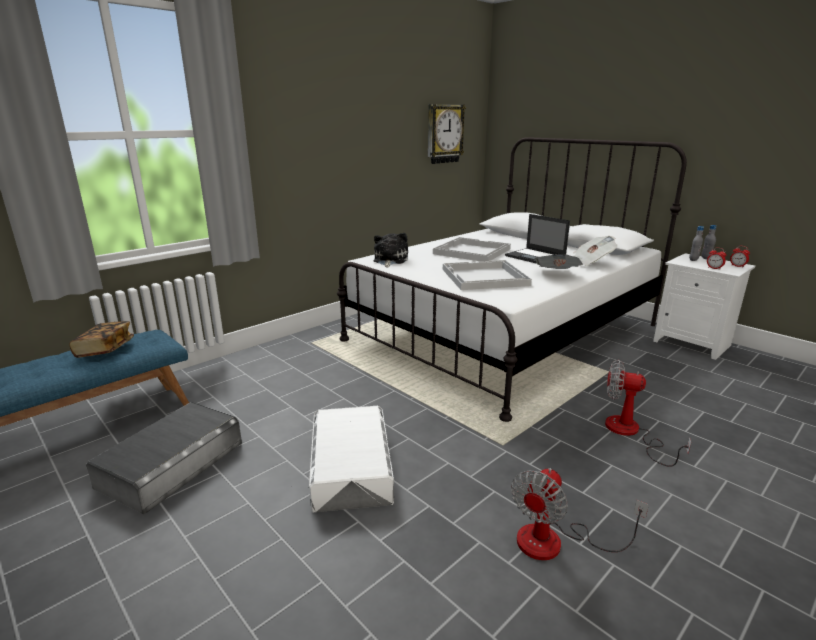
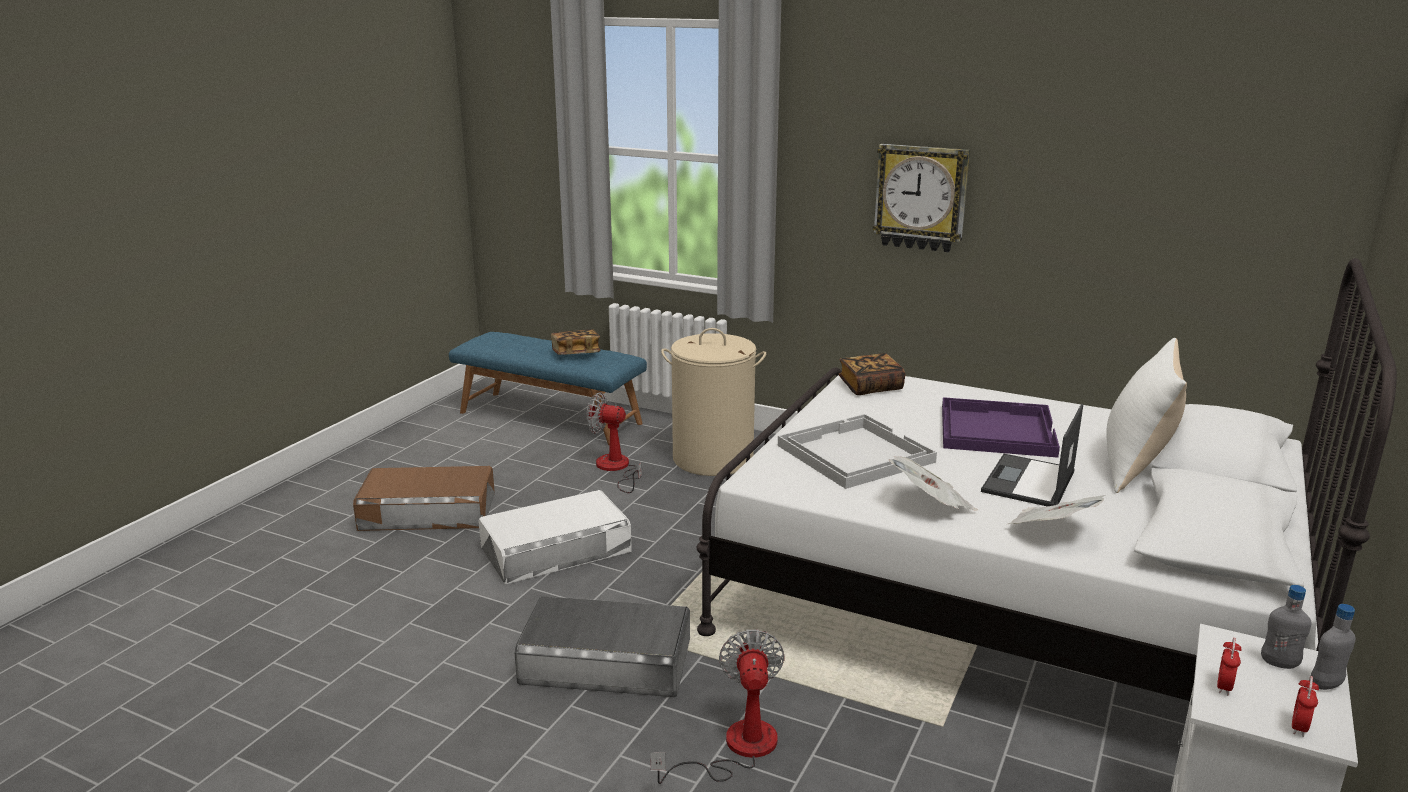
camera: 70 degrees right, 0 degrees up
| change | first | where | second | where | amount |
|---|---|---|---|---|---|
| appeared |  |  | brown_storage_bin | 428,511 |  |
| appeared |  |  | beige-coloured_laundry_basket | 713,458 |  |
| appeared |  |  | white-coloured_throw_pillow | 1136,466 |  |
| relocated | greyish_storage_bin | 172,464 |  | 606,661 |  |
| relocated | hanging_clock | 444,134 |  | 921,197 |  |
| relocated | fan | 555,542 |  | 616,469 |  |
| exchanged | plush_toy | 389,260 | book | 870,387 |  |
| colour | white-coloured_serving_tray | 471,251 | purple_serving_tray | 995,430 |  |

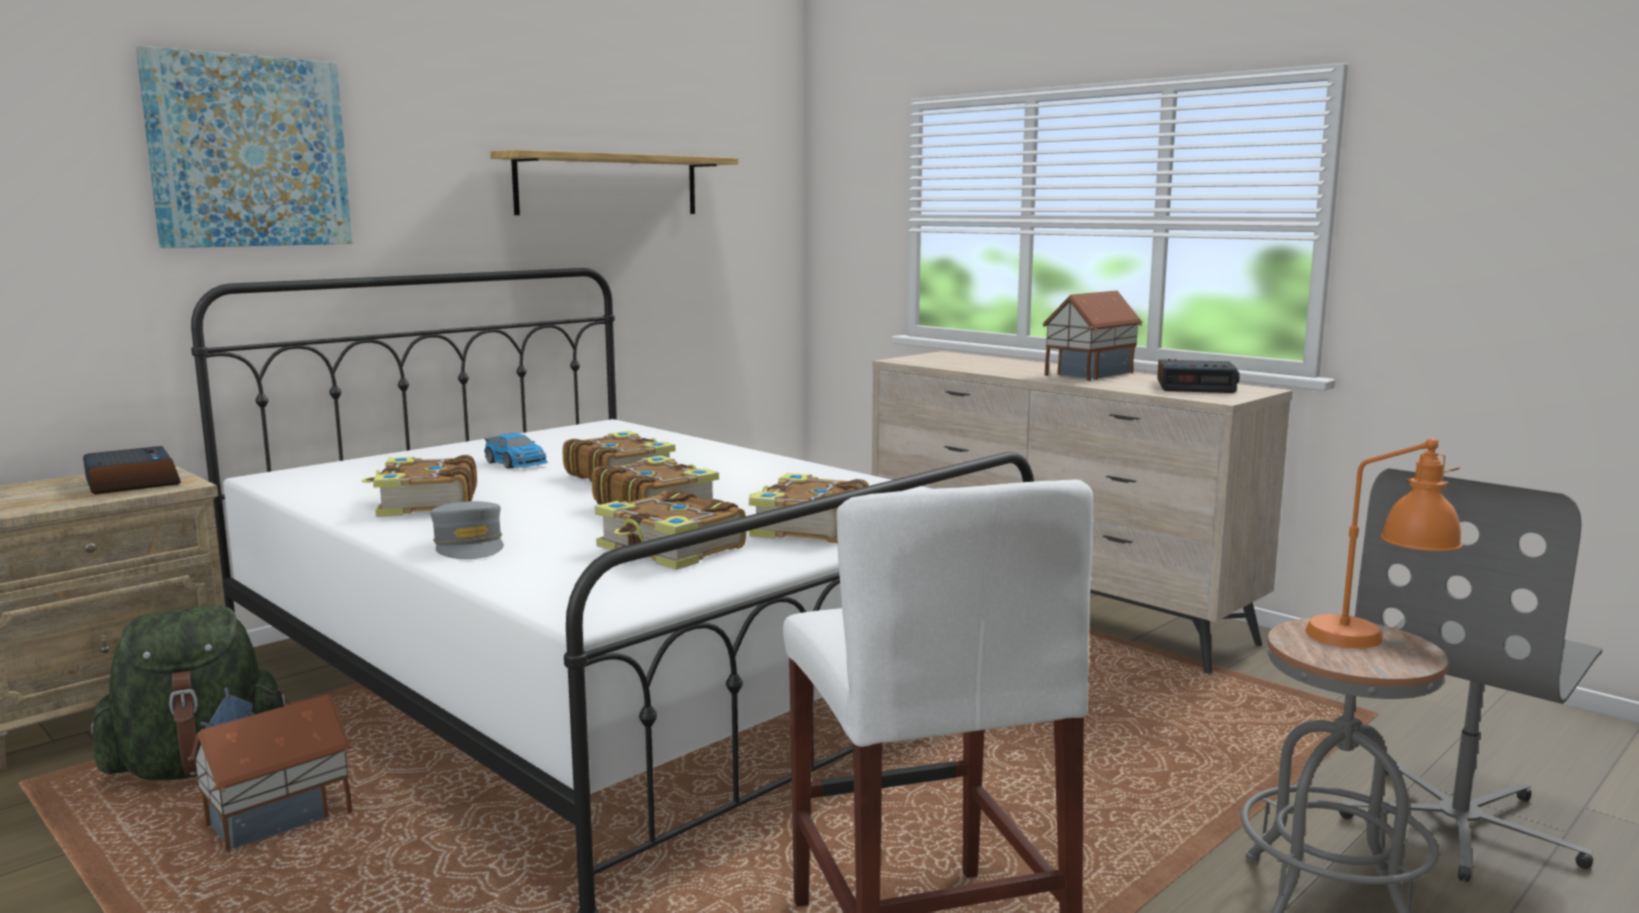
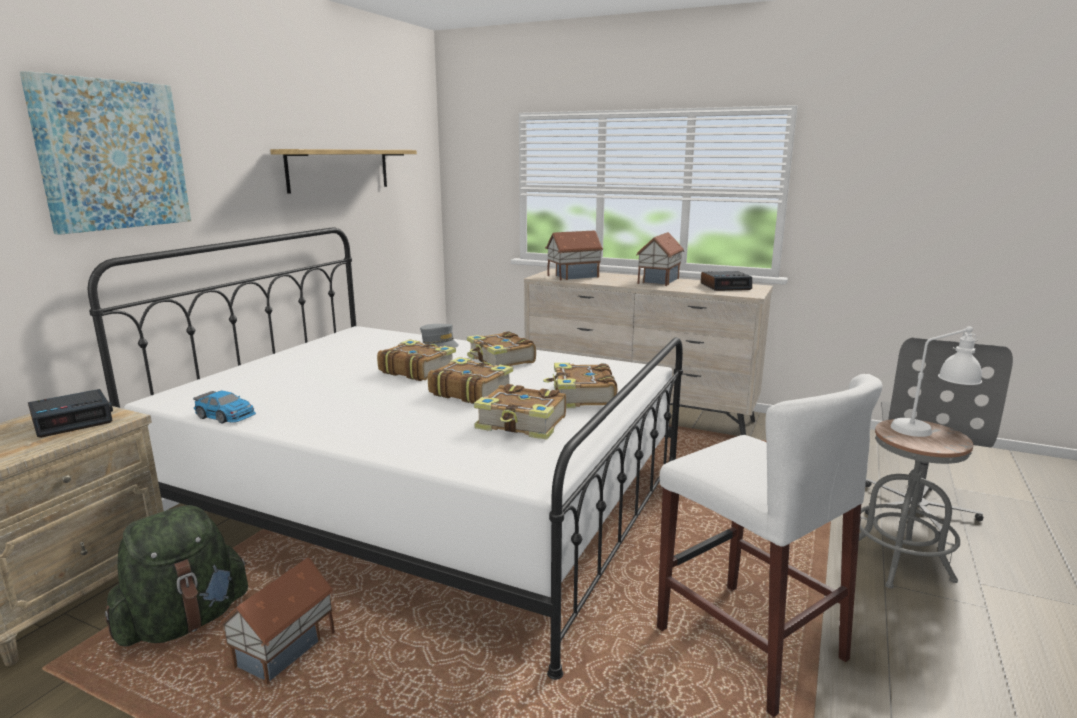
camera: 20 degrees left, 5 degrees up
| change | first | where | second | where | amount |
|---|---|---|---|---|---|
| appeared |  |  | toy_house | 572,276 |  |
| relocated | book | 425,504 |  | 500,361 |  |
| relocated | greyish_baseball_cap | 469,546 |  | 440,343 |  |
| relocated | model_car | 516,463 |  | 225,416 |  |
| colour | orangey_tabletop_lamp | 1376,643 | white-coloured_tabletop_lamp | 929,432 |  |
| spun | alarm_clock | 131,482 |  | 73,421 | 105 degrees clockwise |

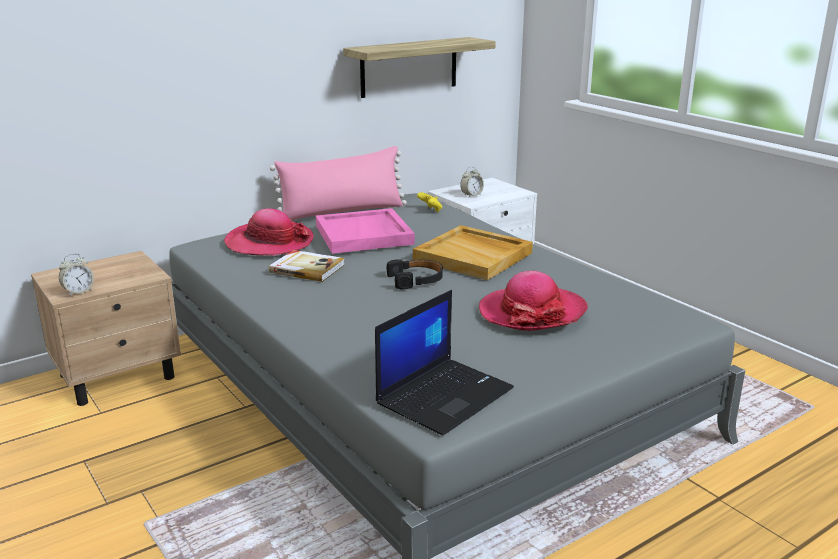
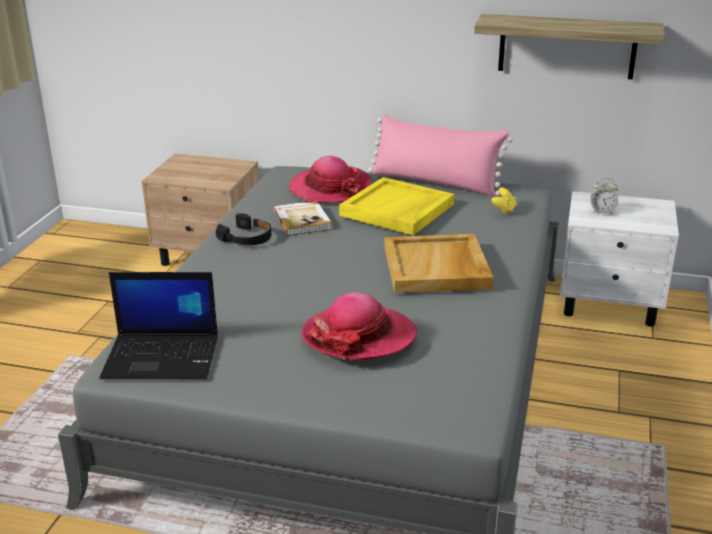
camera: 50 degrees right, 5 degrees up
| change | first | where | second | where | amount |
|---|---|---|---|---|---|
| missing | alarm_clock | 78,292 |  |  |  |
| relocated | black_headphones | 416,280 |  | 247,238 |  |
| colour | pinkish_serving_tray | 364,235 | yellow-coloured_serving_tray | 397,210 |  |

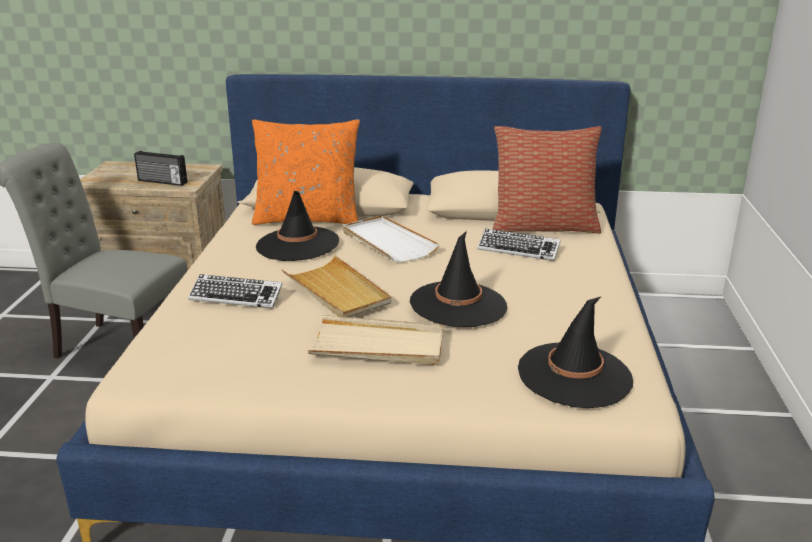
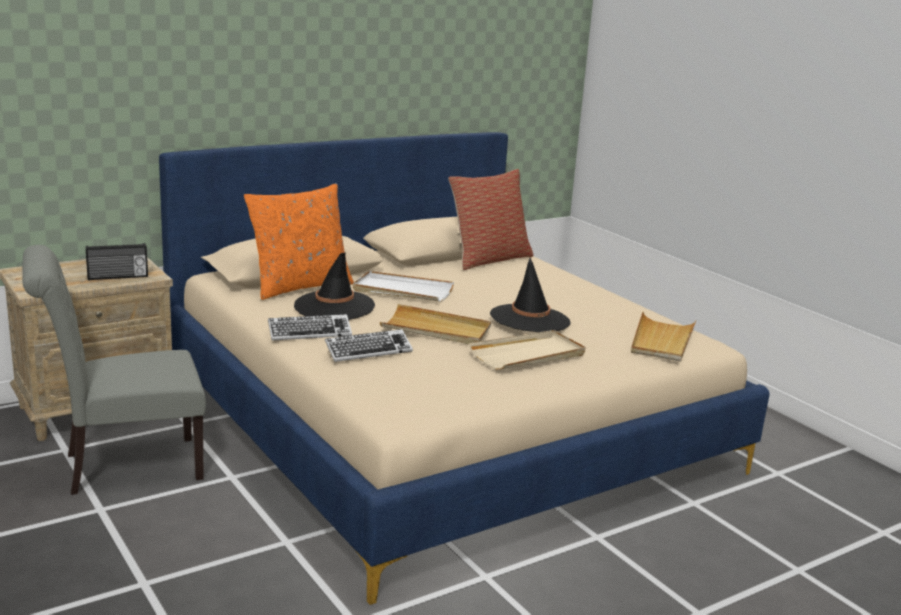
camera: 40 degrees left, 5 degrees down
| change | first | where | second | where | amount |
|---|---|---|---|---|---|
| relocated | PC_keyboard | 518,249 |  | 309,332 |  |
| exchanged | black_hat | 574,375 | beige-coloured_serving_tray | 661,340 |  |

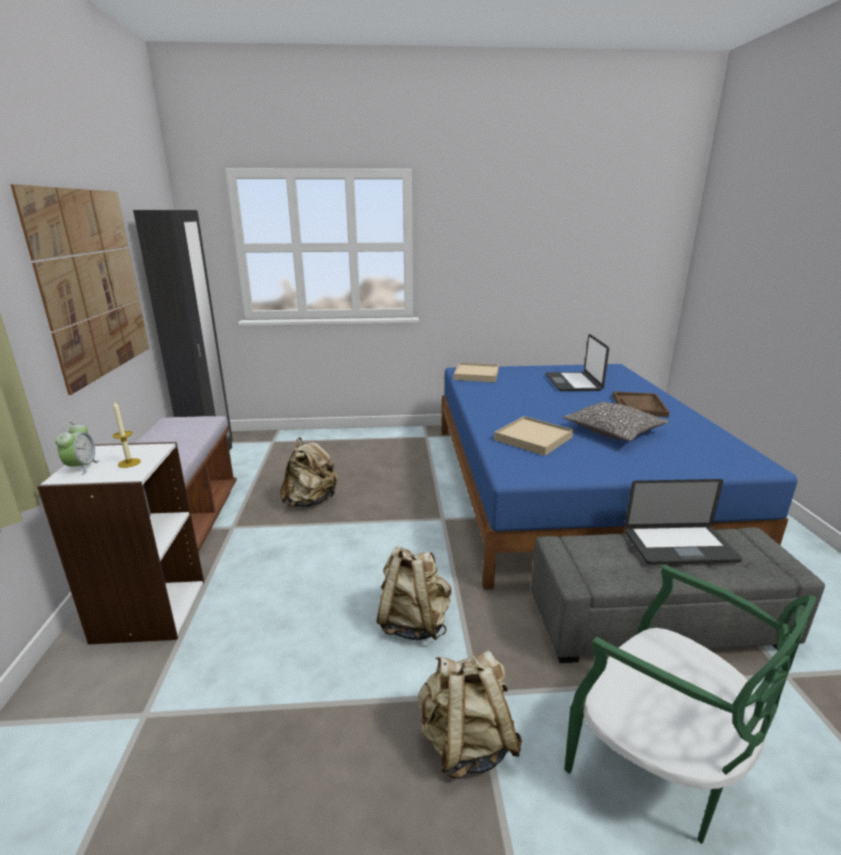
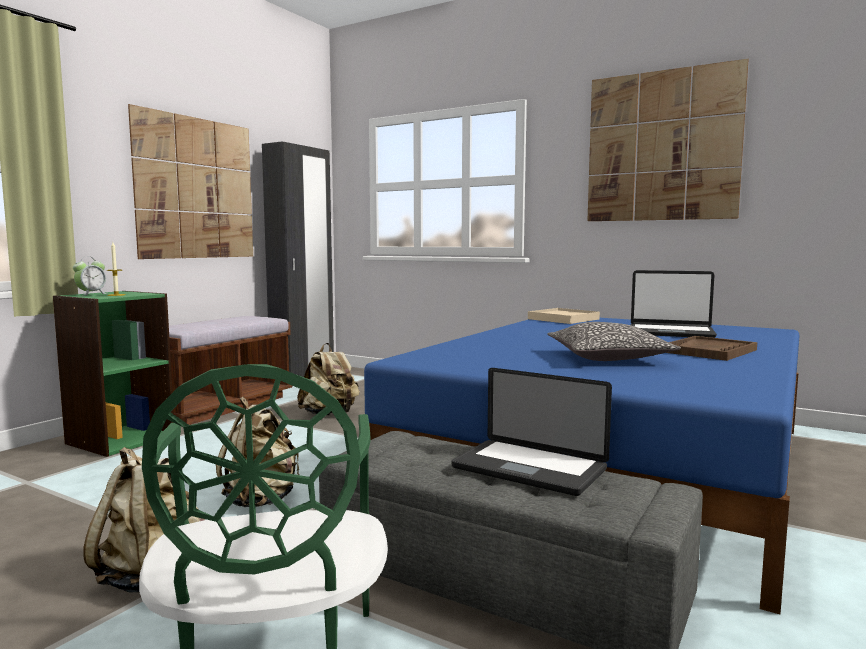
camera: 35 degrees right, 15 degrees down
| change | first | where | second | where | amount |
|---|---|---|---|---|---|
| missing | beige-coloured_serving_tray | 533,438 |  |  |  |
| appeared |  |  | picture | 662,146 |  |
| colour | white-coloured_bookcase | 149,610 | green_bookcase | 120,439 |  |
| spun | portable_computer | 574,383 |  | 670,332 | 105 degrees counterclockwise |

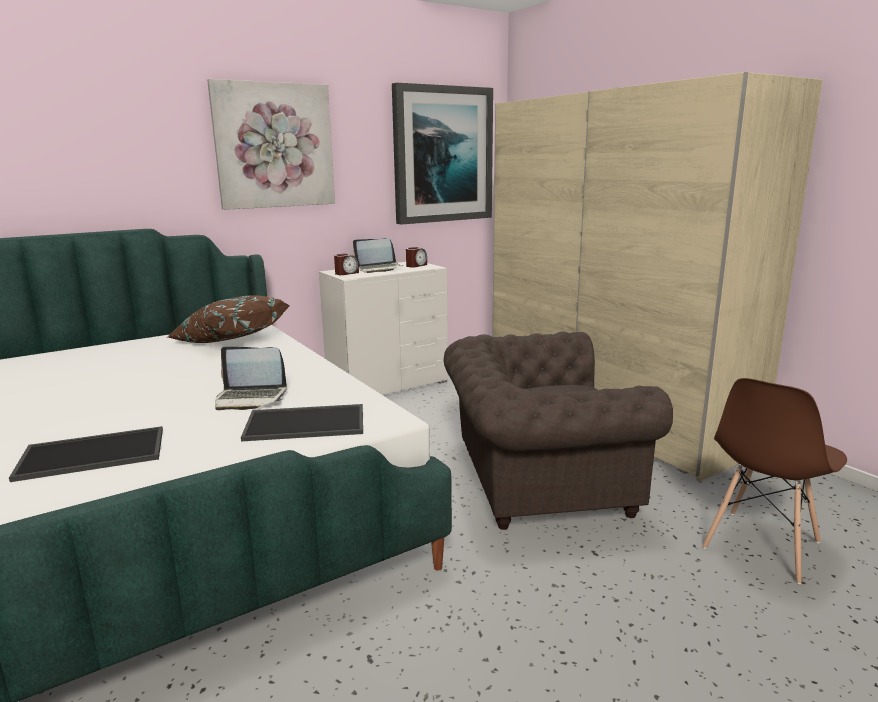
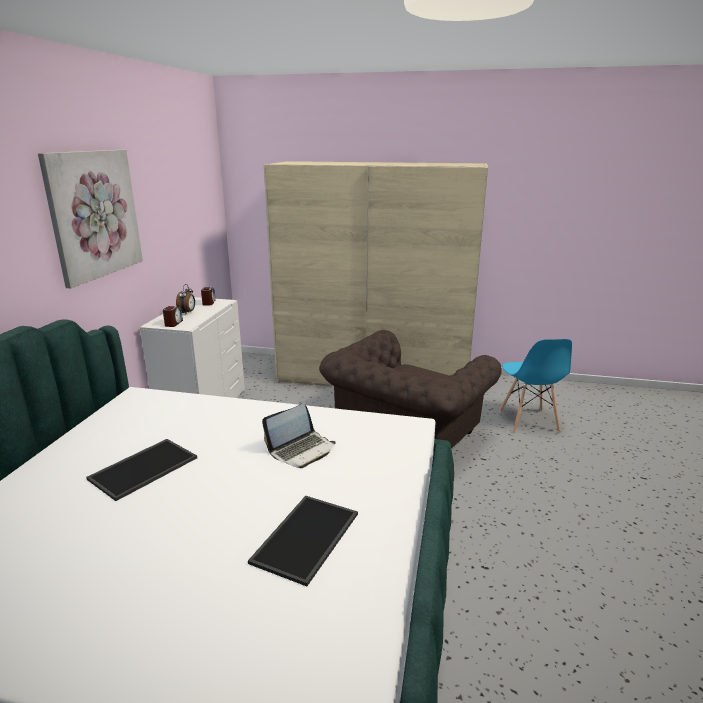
camera: 45 degrees left, 5 degrees up
| change | first | where | second | where | amount |
|---|---|---|---|---|---|
| missing | brown_throw_pillow | 230,341 |  |  |  |
| missing | picture | 442,155 |  |  |  |
| relocated | serving_tray | 307,422 |  | 143,467 |  |
| exchanged | portable_computer | 379,269 | alarm_clock | 187,312 |  |
| colour | brown_plain_chair | 760,545 | bluish_plain_chair | 528,422 |  |

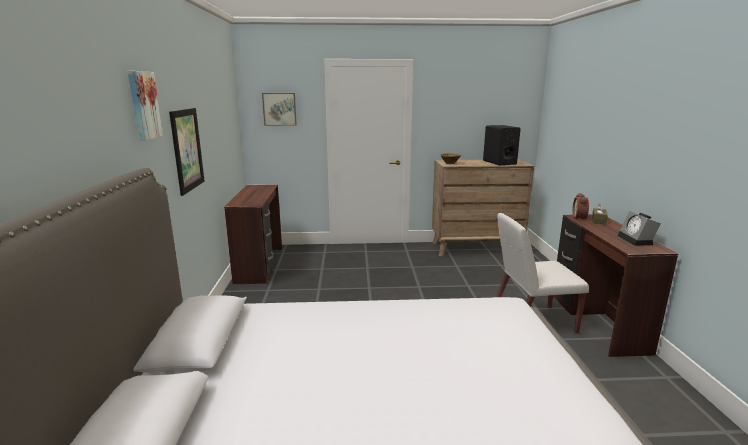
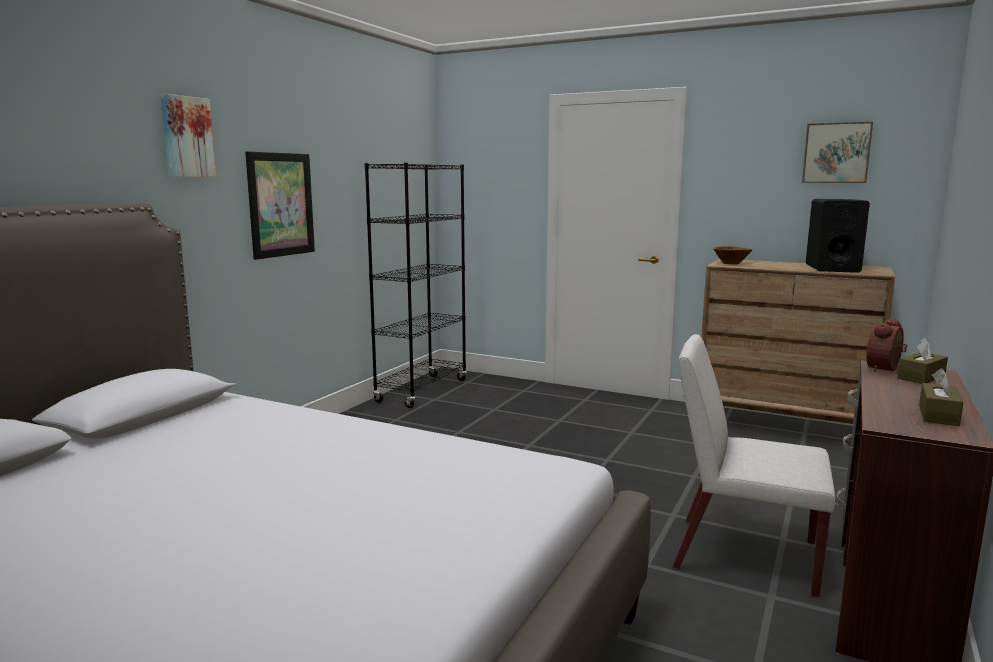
camera: 30 degrees right, 5 degrees down
| change | first | where | second | where | amount |
|---|---|---|---|---|---|
| relocated | picture | 279,109 |  | 836,153 |  |
| exchanged | brown_desk | 260,265 | black_bookcase | 422,391 |  |
| exchanged | alarm_clock | 637,240 | brown_box_of_tissues | 938,415 |  |

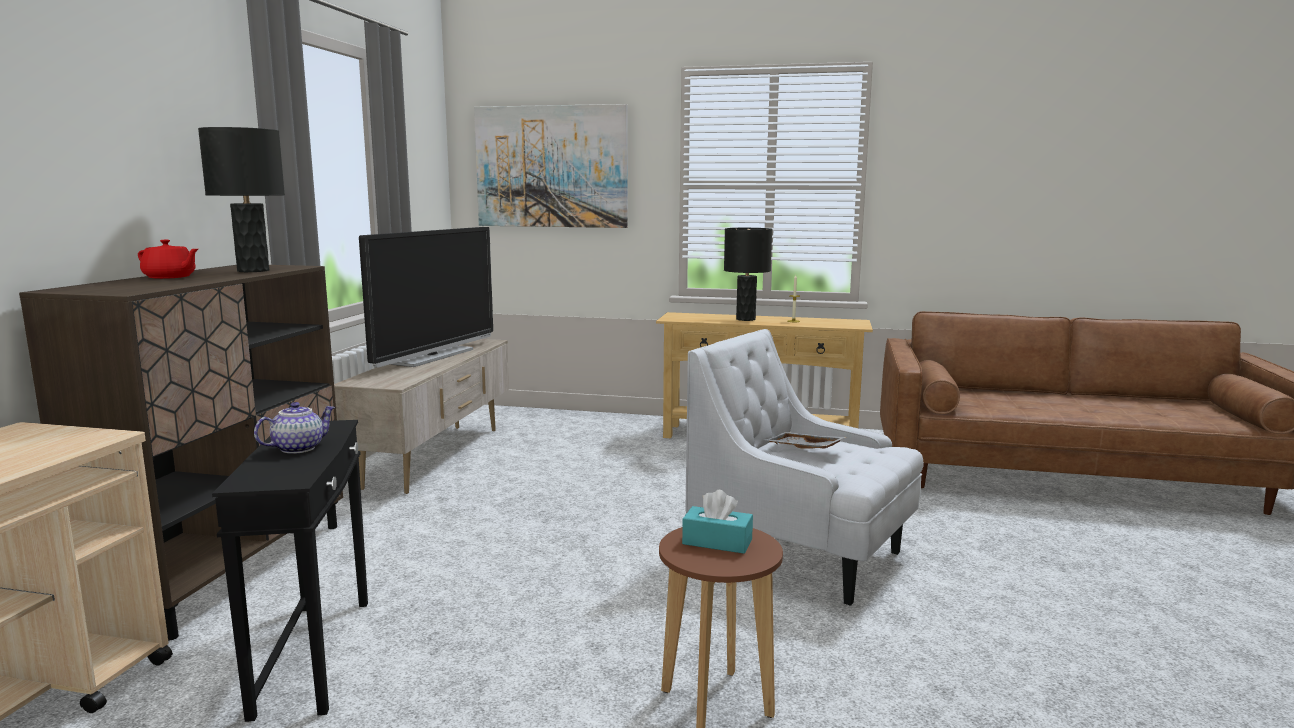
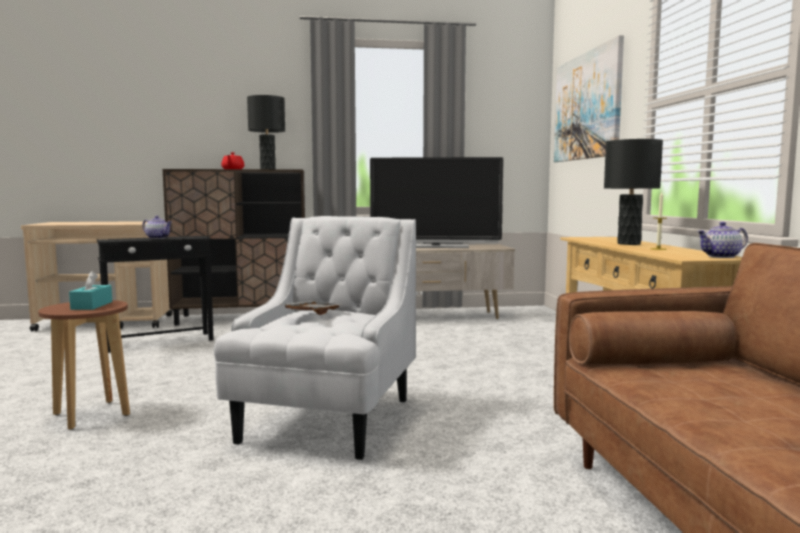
camera: 70 degrees right, 5 degrees down
| change | first | where | second | where | amount |
|---|---|---|---|---|---|
| appeared |  |  | teapot | 721,257 |  |

